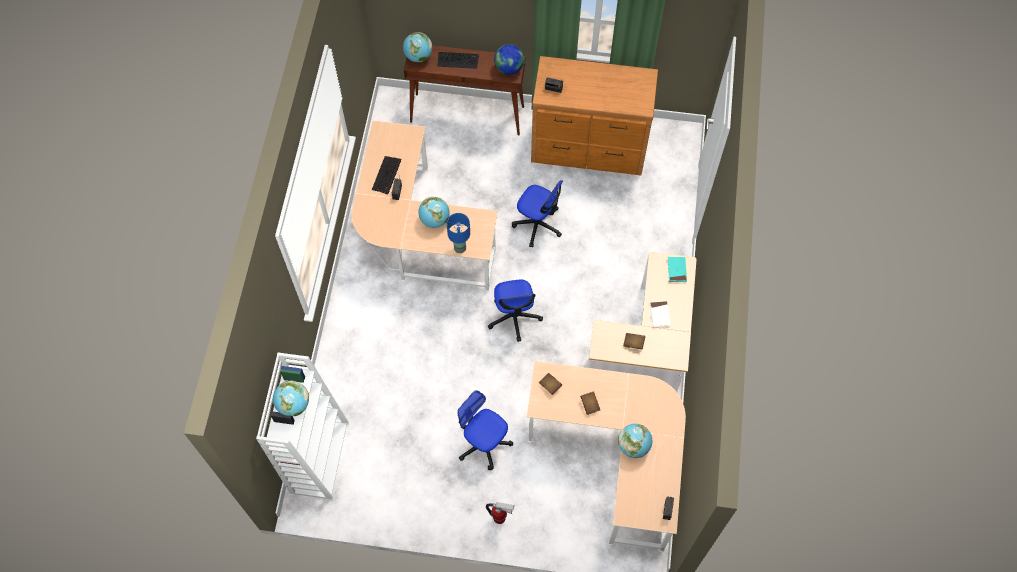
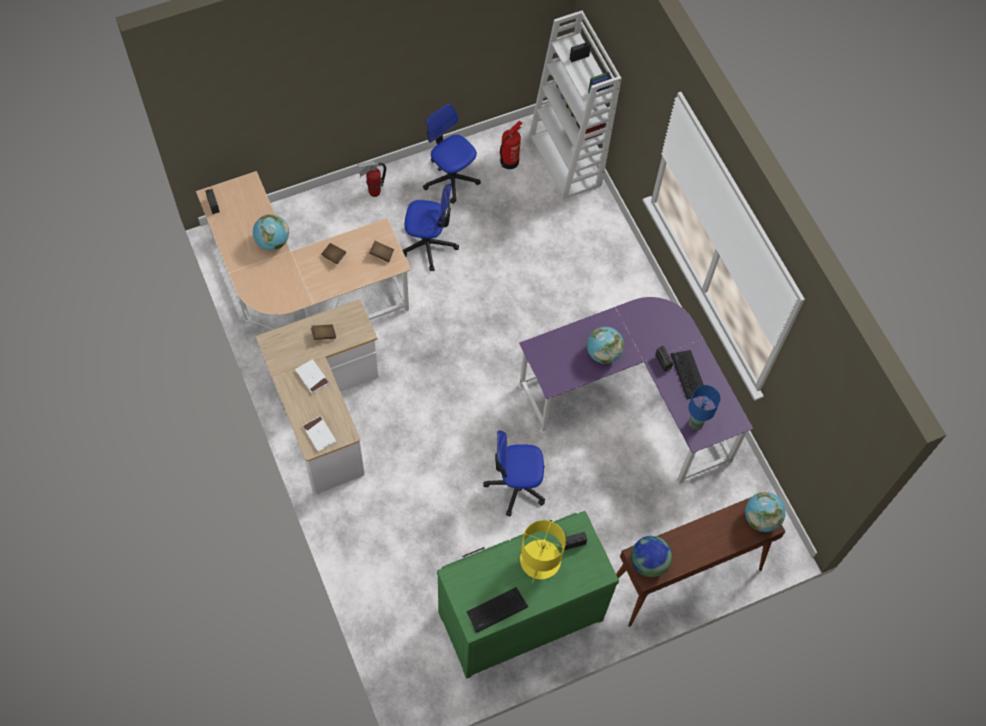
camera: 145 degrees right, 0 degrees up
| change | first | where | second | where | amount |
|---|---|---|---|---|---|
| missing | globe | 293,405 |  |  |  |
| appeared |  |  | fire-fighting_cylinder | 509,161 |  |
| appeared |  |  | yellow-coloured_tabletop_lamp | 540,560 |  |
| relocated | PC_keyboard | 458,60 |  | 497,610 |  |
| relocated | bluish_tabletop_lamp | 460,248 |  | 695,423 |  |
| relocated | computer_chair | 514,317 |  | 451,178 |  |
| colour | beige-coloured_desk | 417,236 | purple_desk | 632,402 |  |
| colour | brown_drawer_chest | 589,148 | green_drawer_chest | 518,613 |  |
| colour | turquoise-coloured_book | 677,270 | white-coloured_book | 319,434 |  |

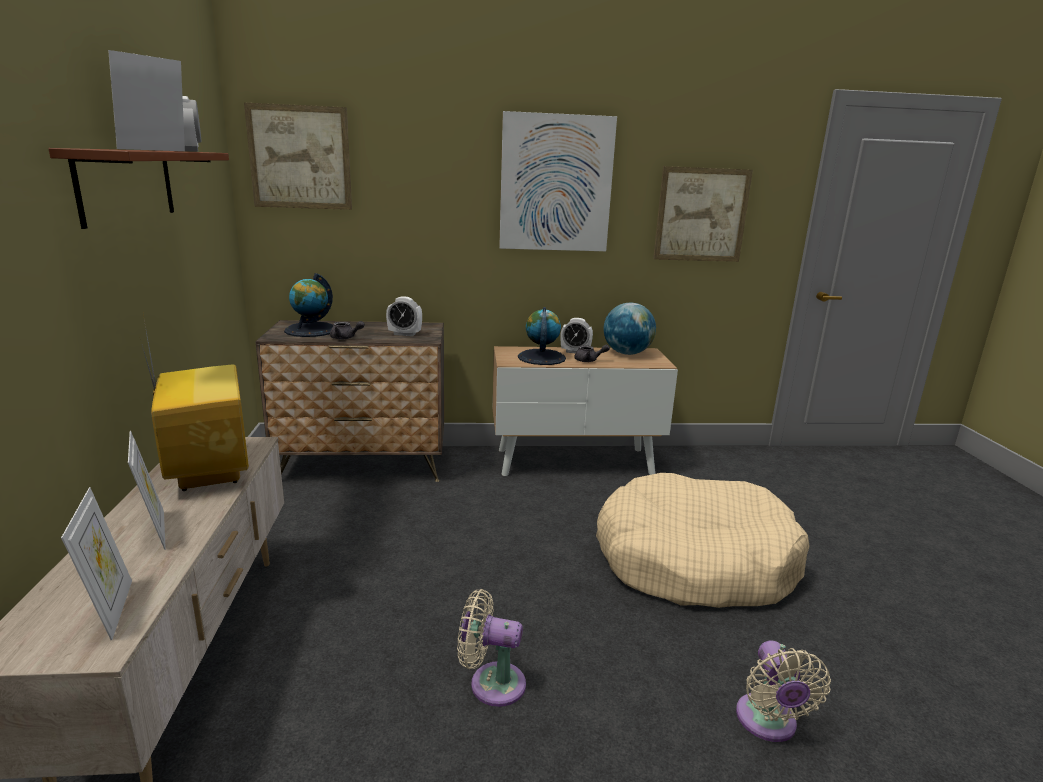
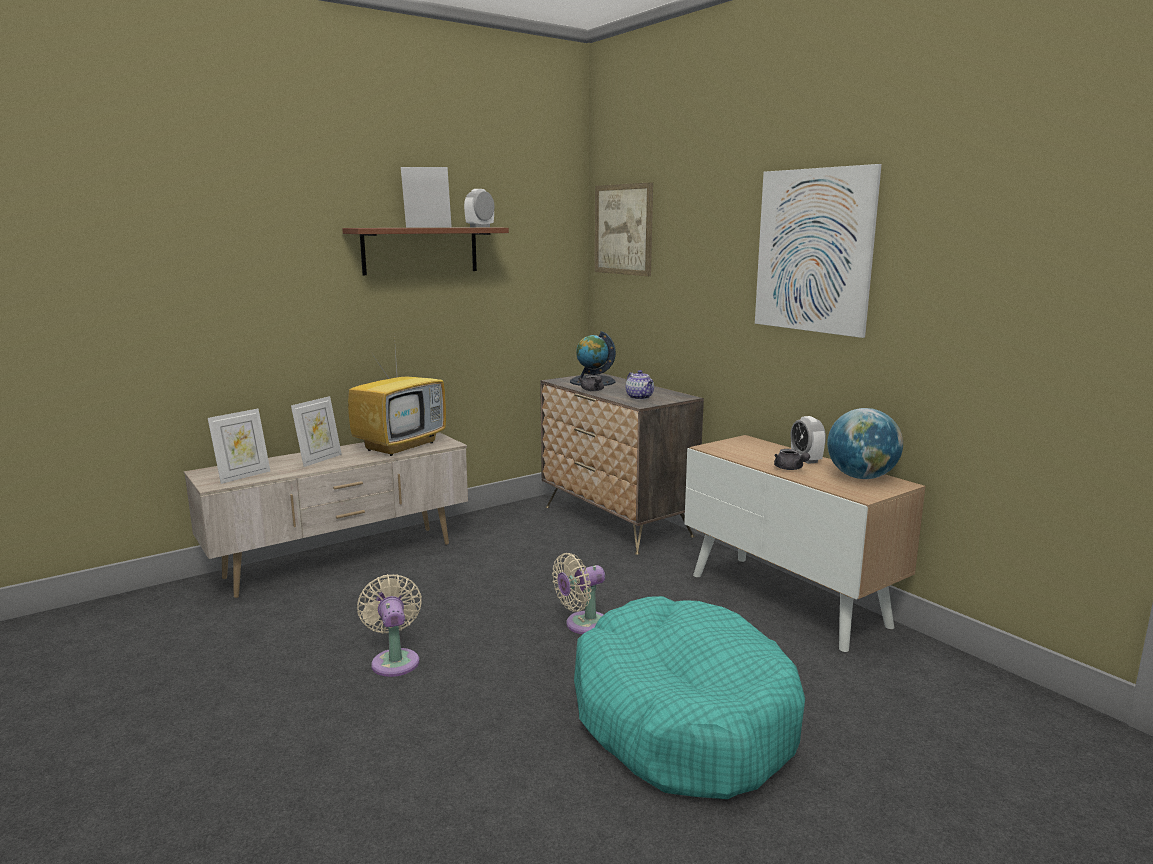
camera: 60 degrees right, 5 degrees down
| change | first | where | second | where | amount |
|---|---|---|---|---|---|
| missing | globe | 541,357 |  |  |  |
| missing | picture | 701,215 |  |  |  |
| relocated | beige-coloured_fan | 768,723 |  | 582,625 |  |
| exchanged | alarm_clock | 404,334 | teapot | 640,397 |  |
| colour | beige-coloured_pet_bed | 694,561 | turquoise-coloured_pet_bed | 682,718 |  |

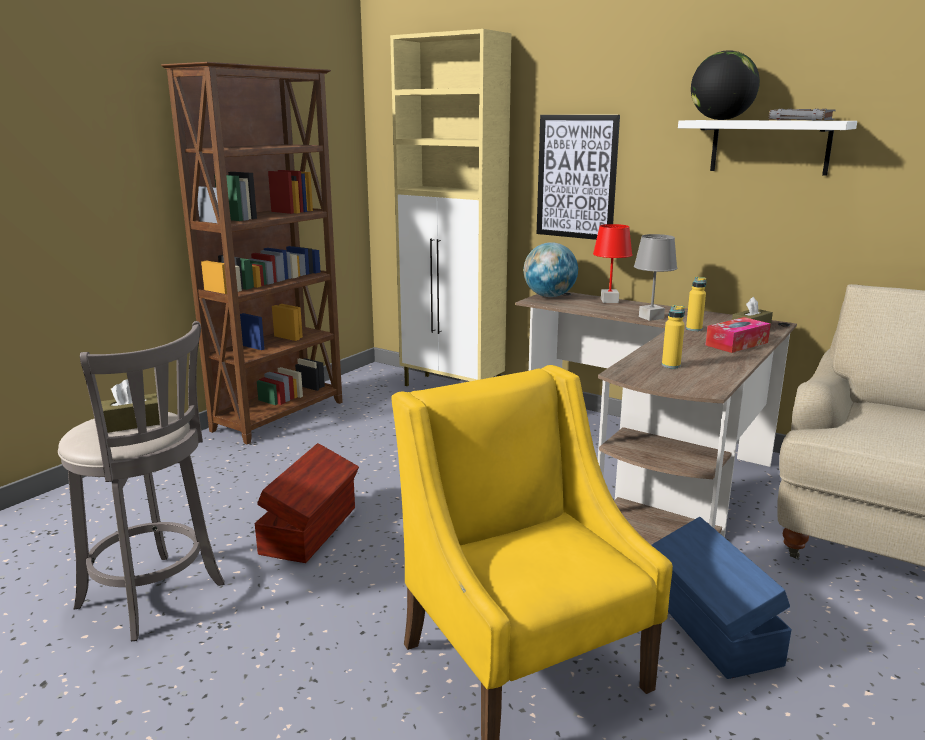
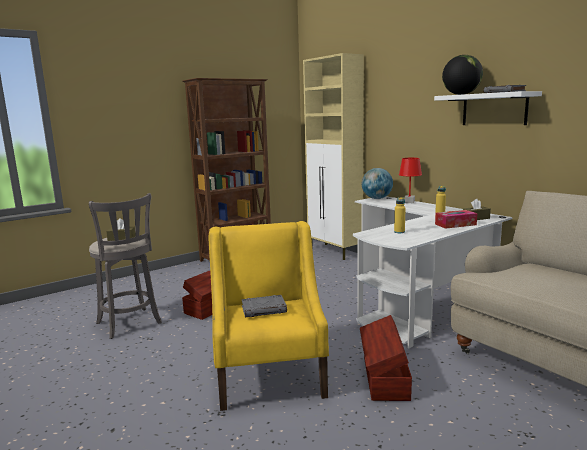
camera: 20 degrees right, 5 degrees down
| change | first | where | second | where | amount |
|---|---|---|---|---|---|
| missing | picture | 576,177 |  |  |  |
| missing | greyish_tabletop_lamp | 651,317 |  |  |  |
| appeared |  |  | greyish_book | 264,309 |  |
| colour | brown_desk | 654,467 | white-coloured_desk | 419,299 |  |
| colour | bluish_storage_bin | 712,629 | brown_storage_bin | 384,377 |  |

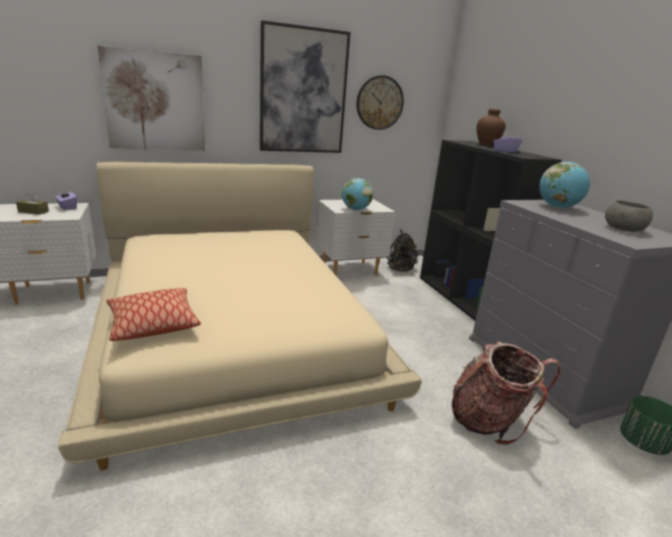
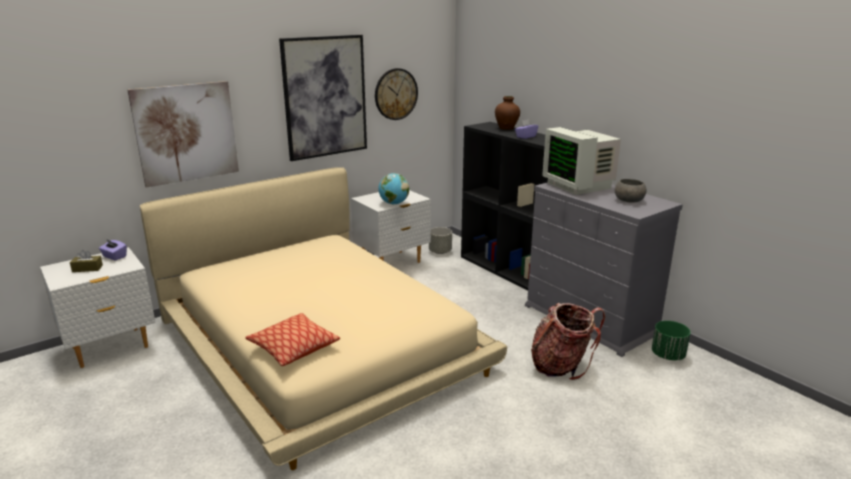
camera: 15 degrees left, 0 degrees up
| change | first | where | second | where | amount |
|---|---|---|---|---|---|
| exchanged | black_rucksack | 401,269 | greyish_plant_pot | 440,251 |  |
| exchanged | globe | 558,207 | computer_screen | 579,185 |  |

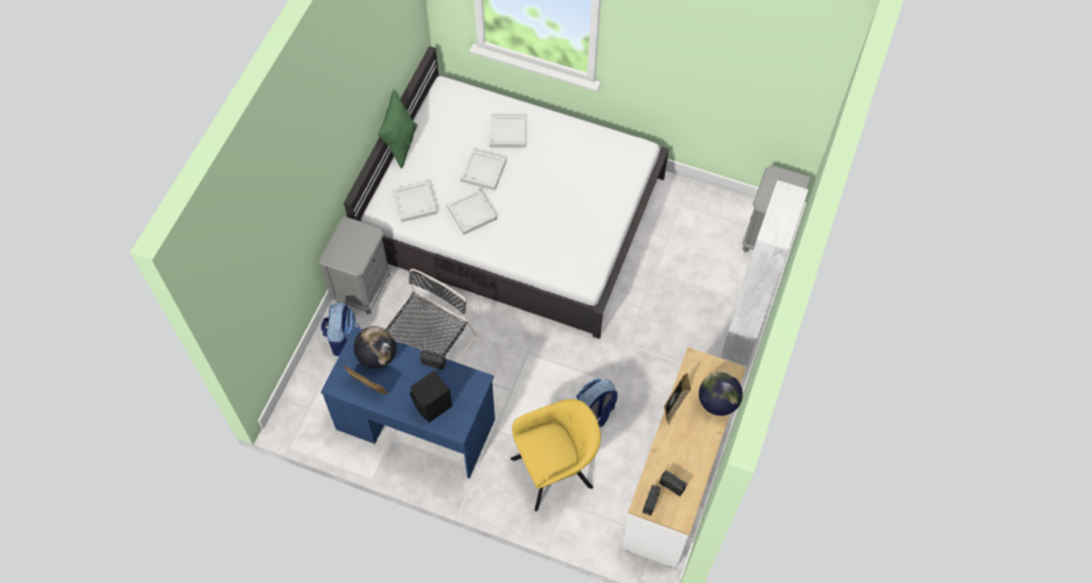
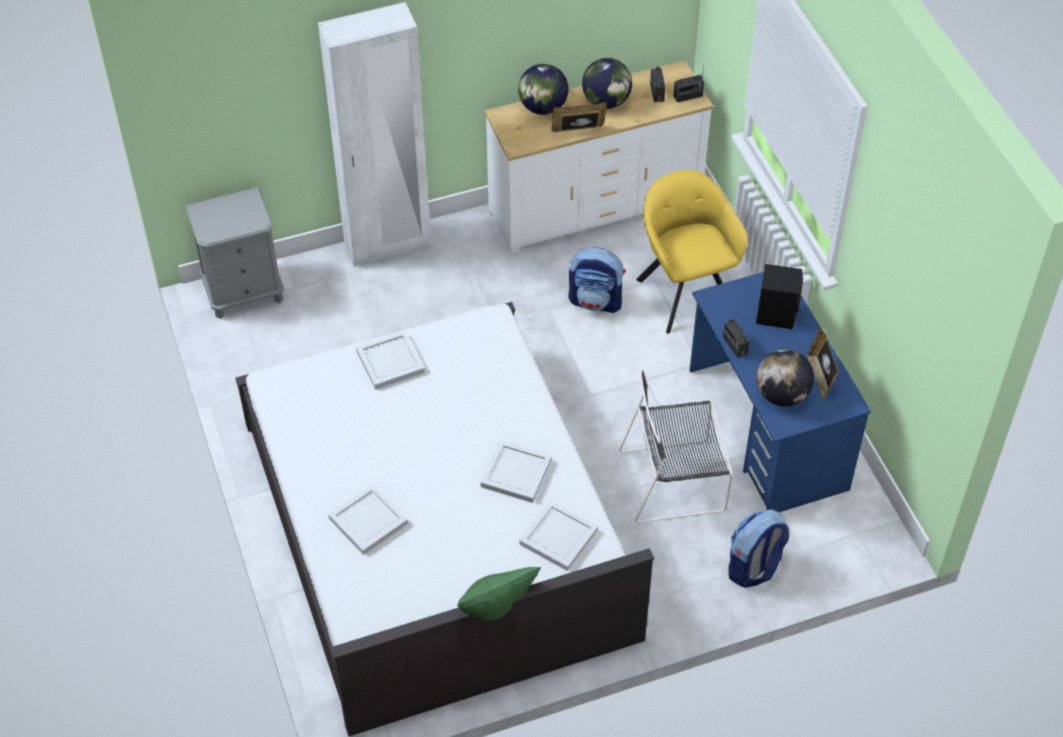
camera: 130 degrees left, 10 degrees down
| change | first | where | second | where | amount |
|---|---|---|---|---|---|
| missing | greyish_night_table | 363,287 |  |  |  |
| appeared |  |  | globe | 606,102 |  |
| relocated | white-coloured_serving_tray | 482,171 |  | 391,362 |  |
| spun | yellow-coloured_armchair | 556,471 |  | 685,291 | 45 degrees clockwise |

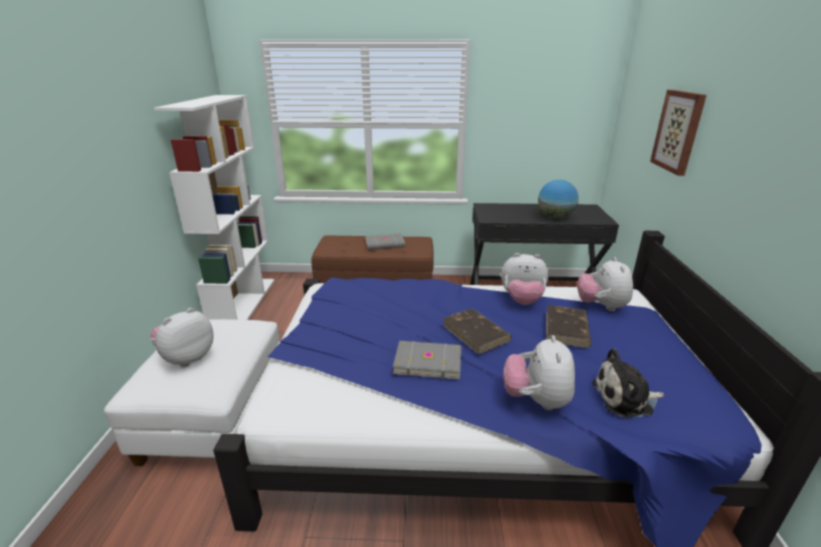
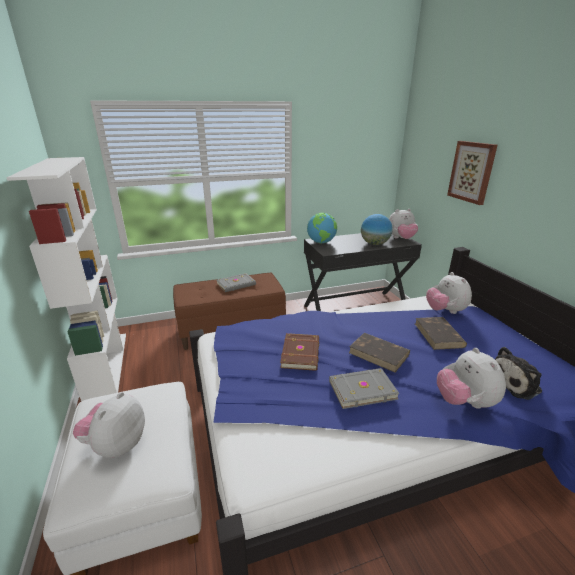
camera: 20 degrees left, 0 degrees up
| change | first | where | second | where | amount |
|---|---|---|---|---|---|
| appeared |  |  | brown_book | 301,353 |  |
| appeared |  |  | globe | 321,242 |  |
| relocated | plush_toy | 522,300 |  | 401,238 |  |

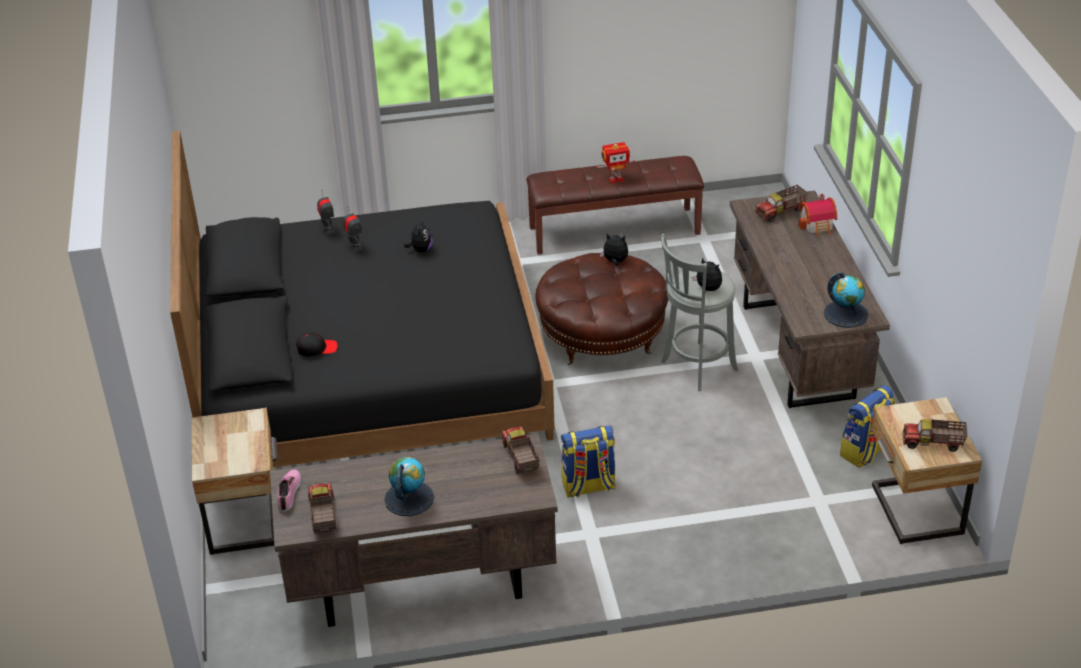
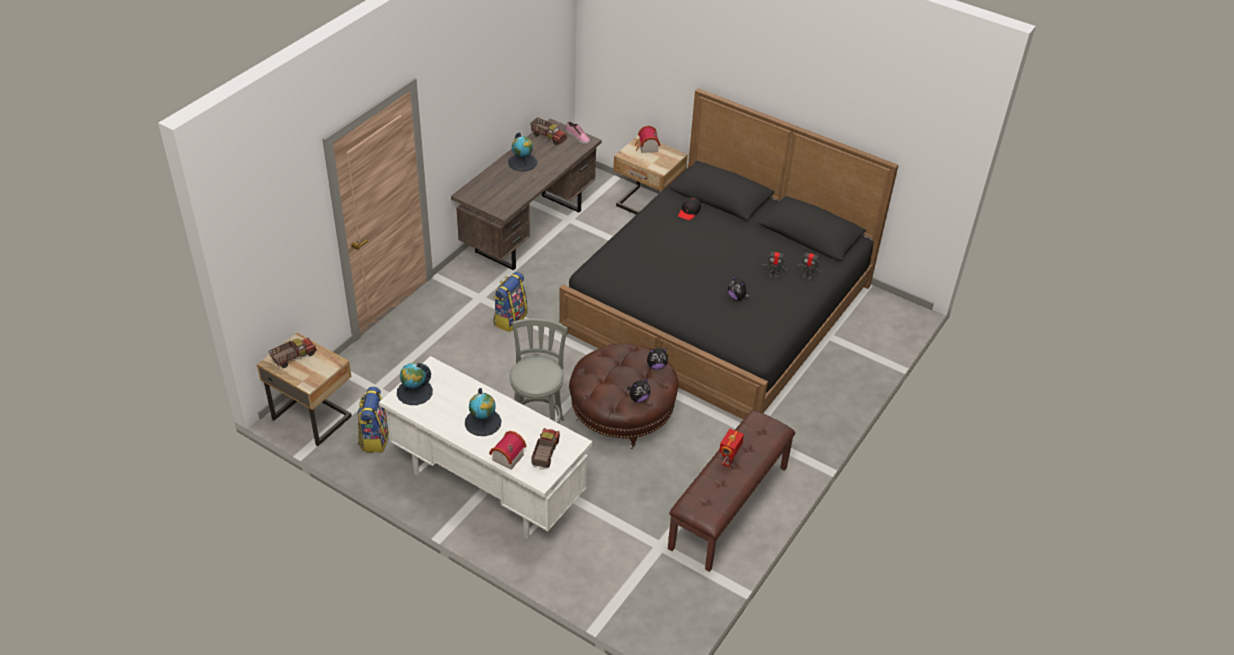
camera: 130 degrees right, 5 degrees up
| change | first | where | second | where | amount |
|---|---|---|---|---|---|
| missing | toy_truck | 520,458 |  |  |  |
| appeared |  |  | globe | 483,422 |  |
| appeared |  |  | toy_house | 647,148 |  |
| relocated | plush_toy | 707,289 |  | 656,366 |  |
| colour | brown_desk | 798,351 | white-coloured_desk | 486,487 |  |

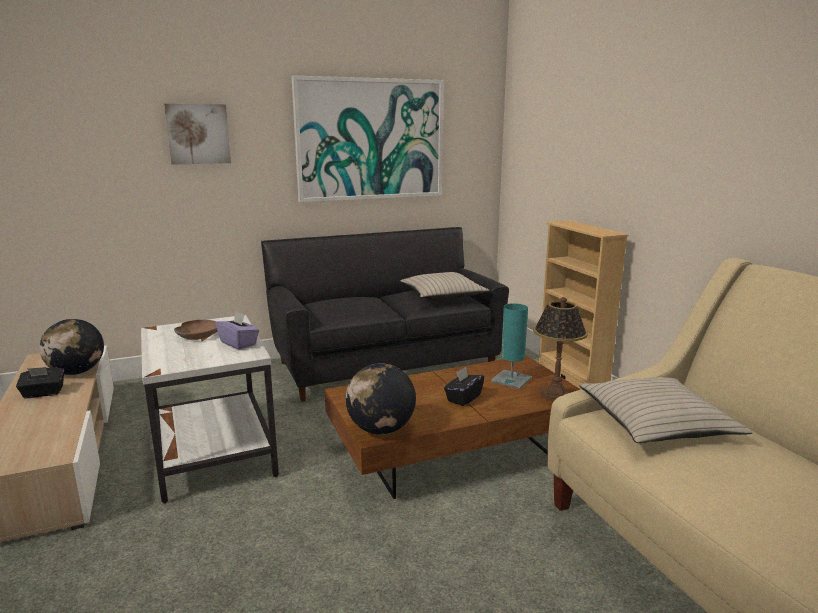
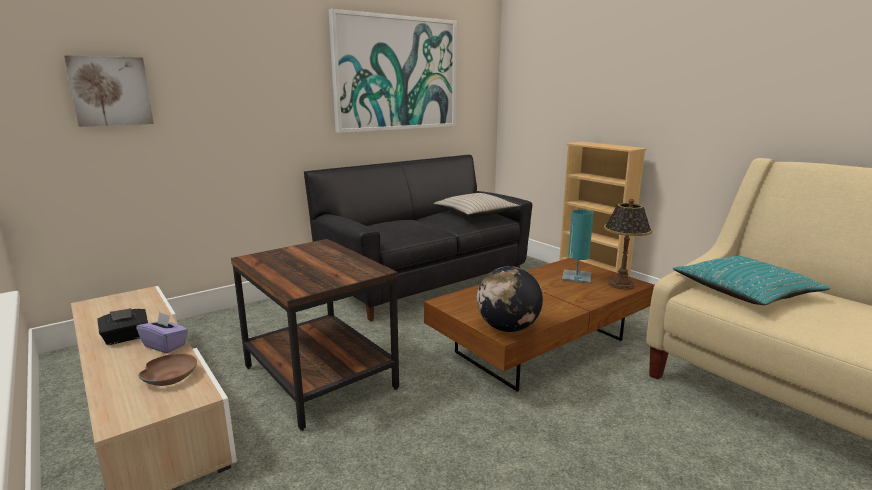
camera: 15 degrees left, 0 degrees up
| change | first | where | second | where | amount |
|---|---|---|---|---|---|
| missing | globe | 76,372 |  |  |  |
| missing | black_box_of_tissues | 463,398 |  |  |  |
| relocated | picture | 198,134 |  | 110,91 |  |
| relocated | brown_bowl | 198,335 |  | 171,376 |  |
| relocated | purple_box_of_tissues | 239,343 |  | 165,345 |  |
| colour | white-coloured_side_table | 215,454 | brown_side_table | 321,377 |  |
| colour | beige-coloured_throw_pillow | 655,423 | turquoise-coloured_throw_pillow | 744,292 |  |

